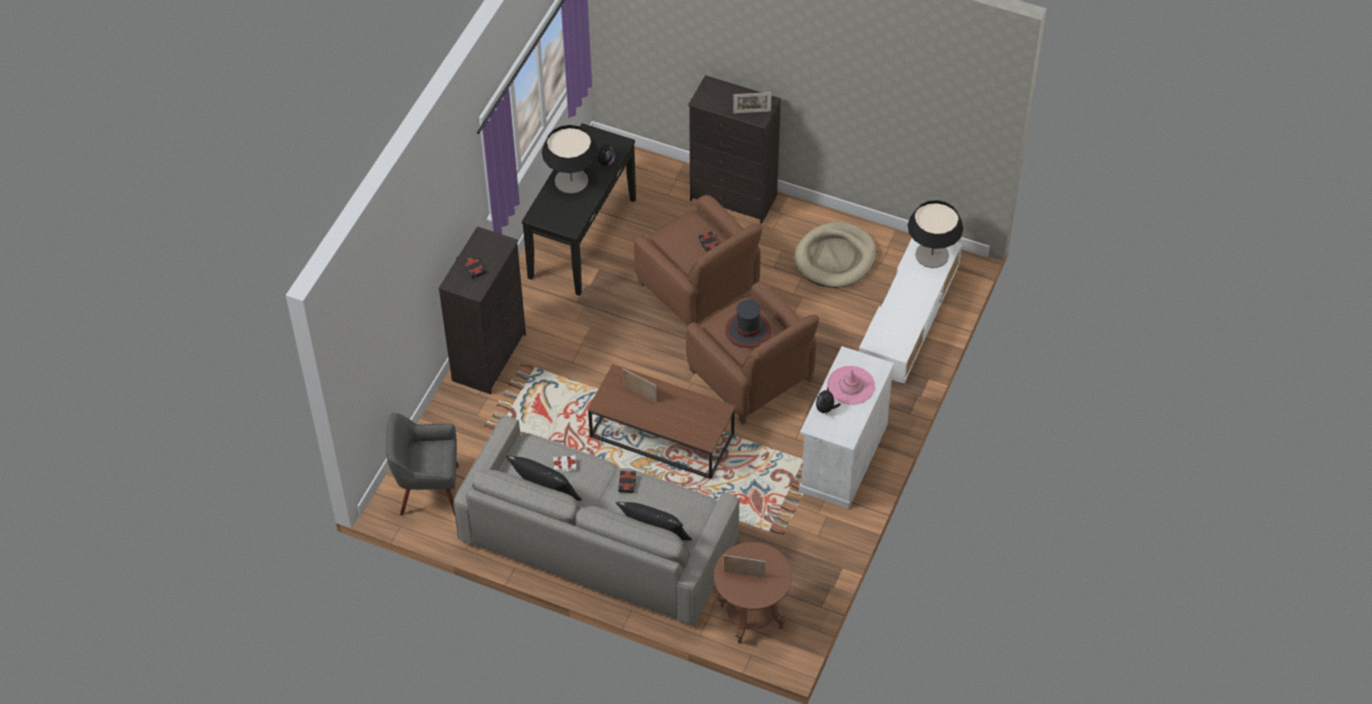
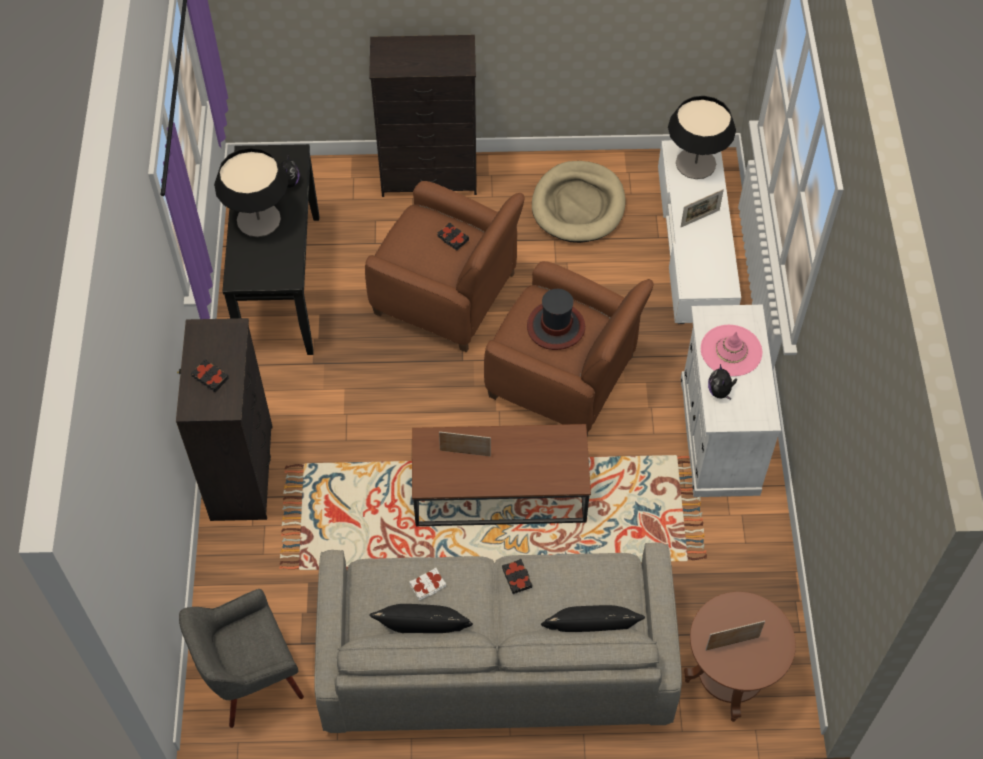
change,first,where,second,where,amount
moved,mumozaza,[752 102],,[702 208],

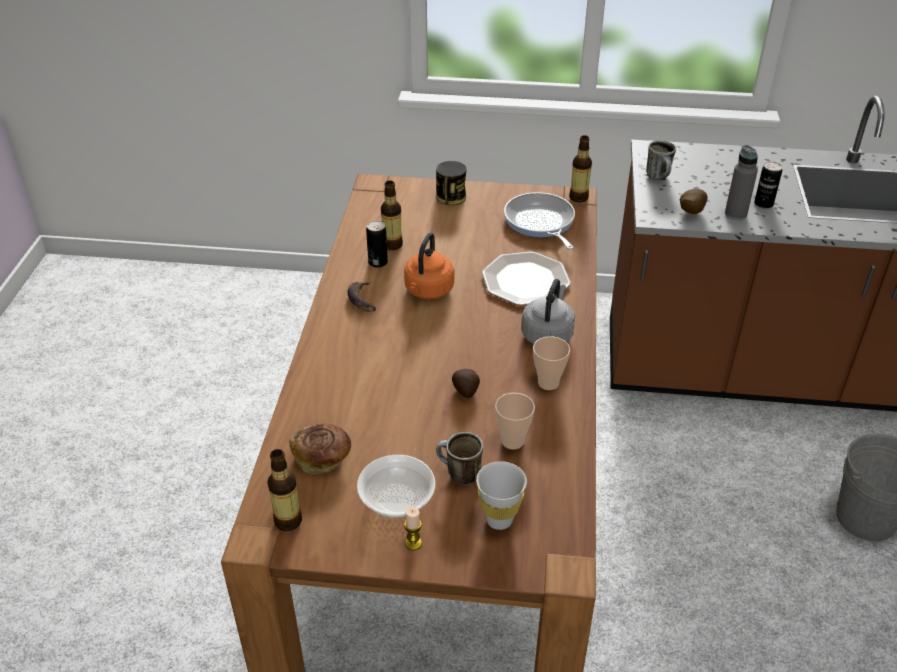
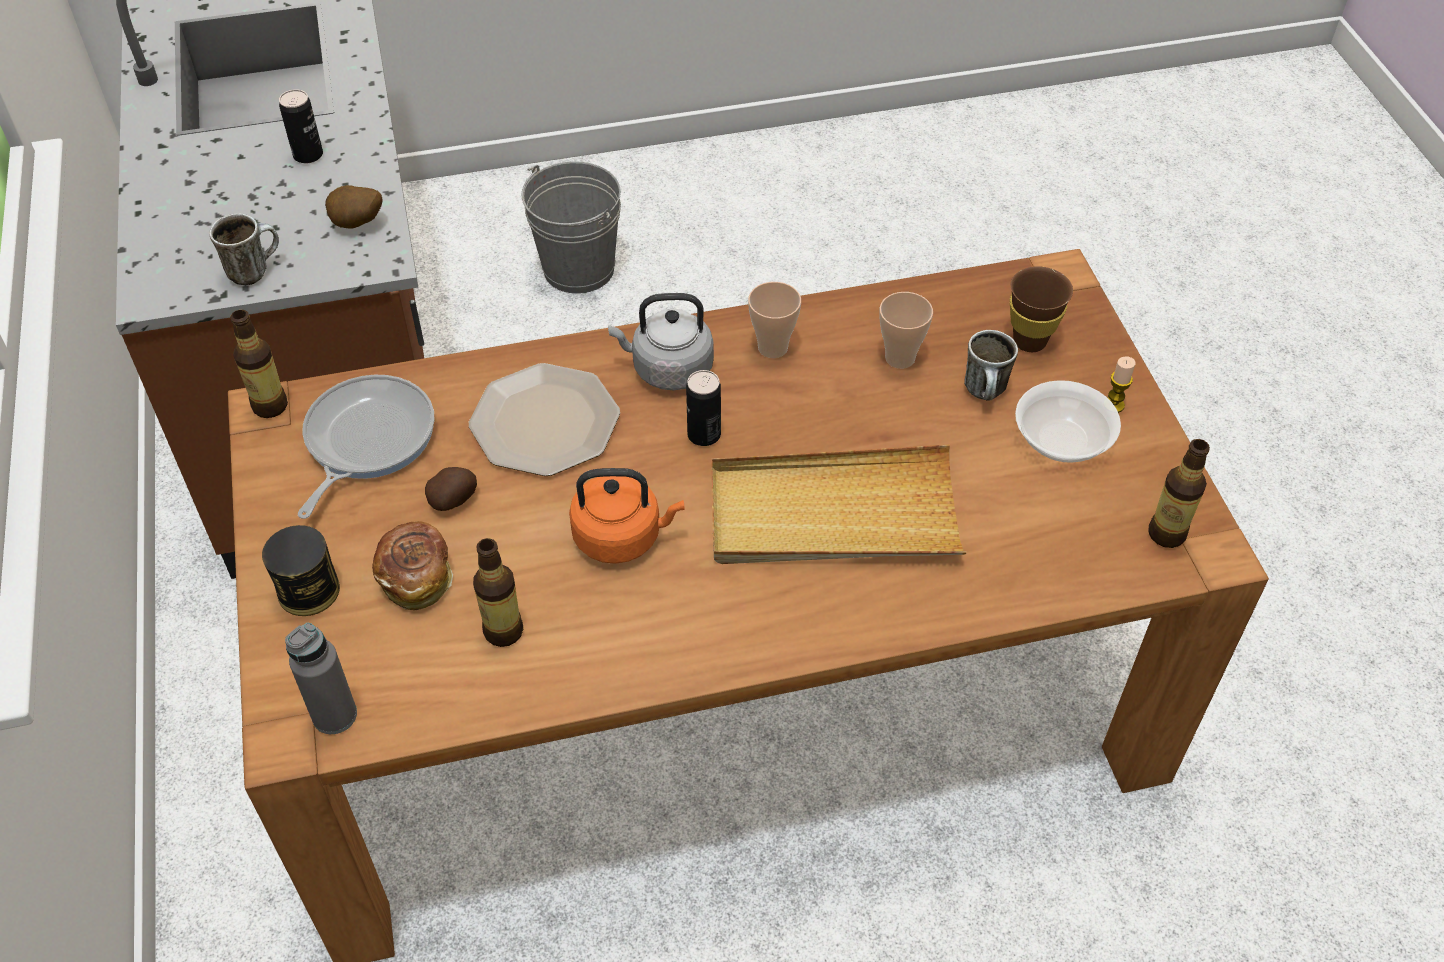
change,first,where,second,where,amount
moved,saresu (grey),[741 182],,[321 678],
turned,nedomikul,[539 221],,[366 447],150 degrees clockwise
moved,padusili,[320 448],,[412 565],
moved,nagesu,[466 383],,[451 489],
moved,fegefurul,[377 244],,[703 408],
added,,,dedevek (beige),[839 504],
recoloured,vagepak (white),[501 495],vagepak (brown),[1041 309],
removed,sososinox,[362 297],,,

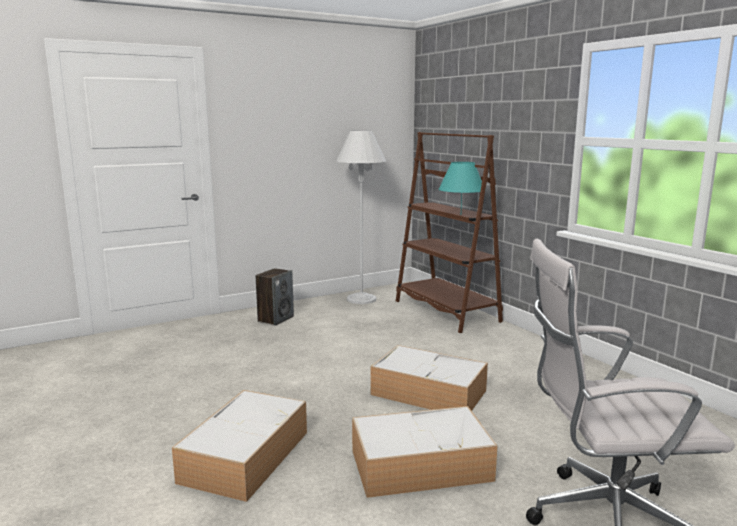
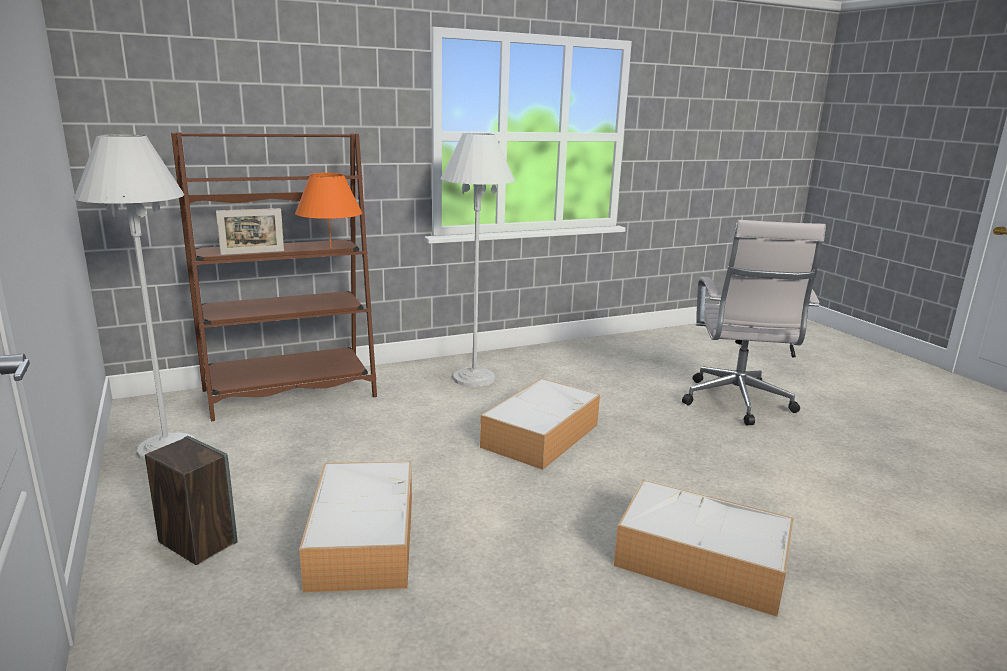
change,first,where,second,where,amount
added,,,mumozaza,[250 231],
recoloured,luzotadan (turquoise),[462 186],luzotadan (orange),[328 210],
moved,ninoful,[425 452],,[355 527],
added,,,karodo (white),[478 260],

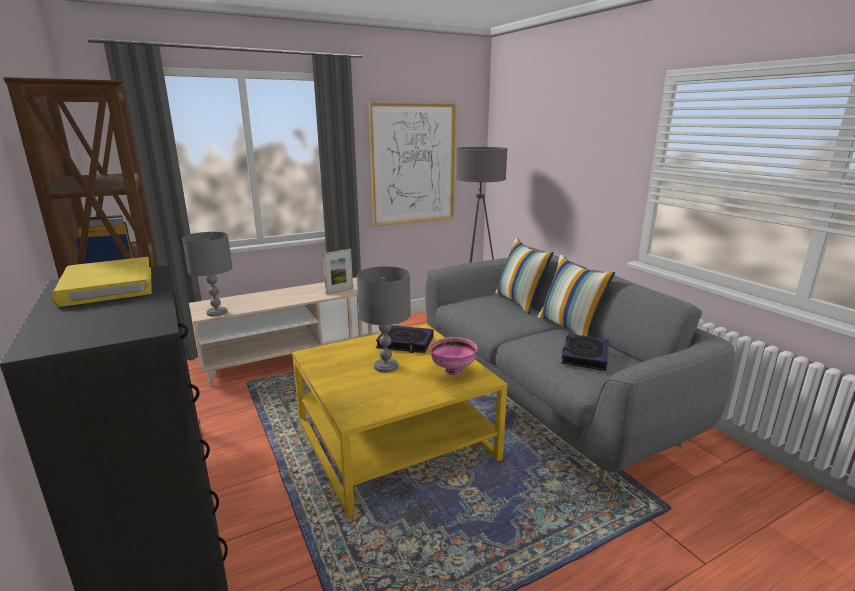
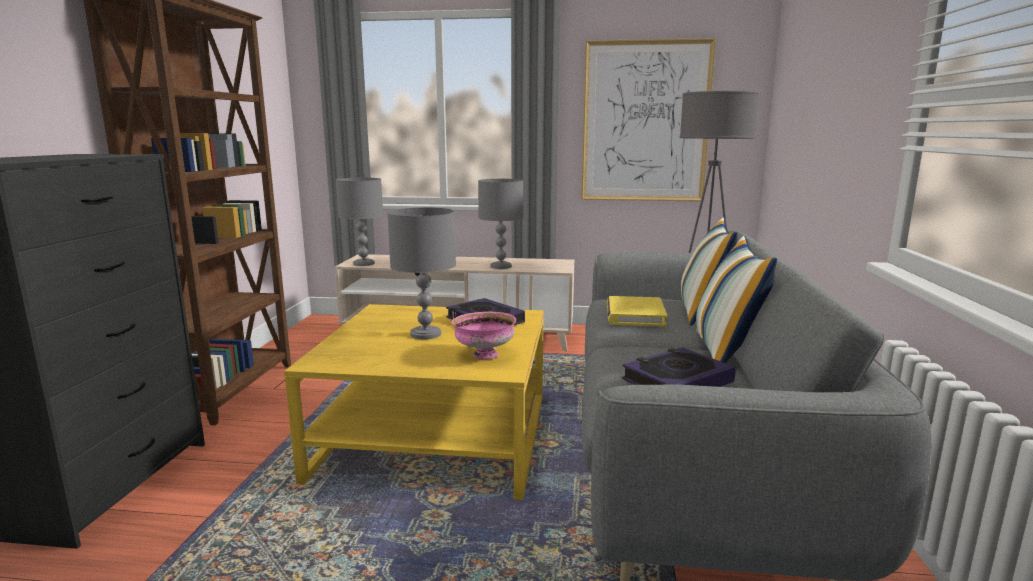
change,first,where,second,where,amount
replaced,mumozaza,[338 272],luzotadan (grey),[500 224],
moved,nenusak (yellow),[101 282],,[637 311],

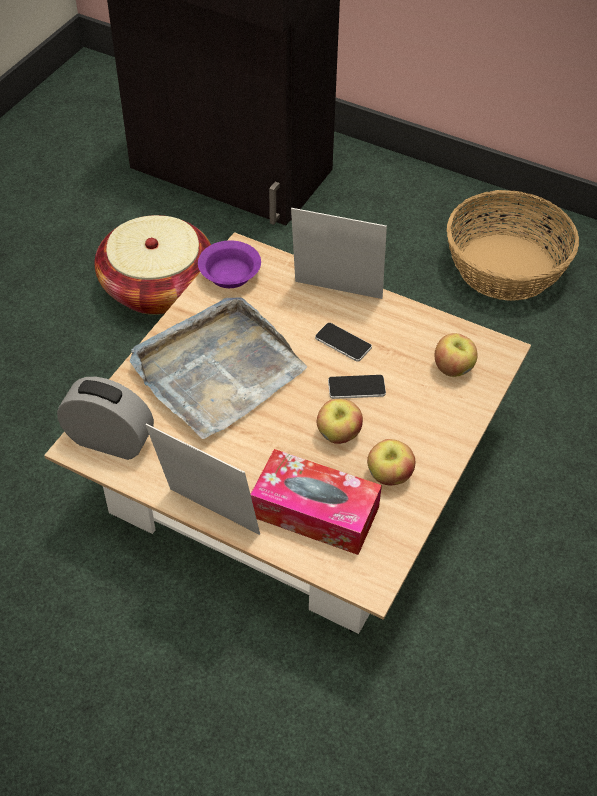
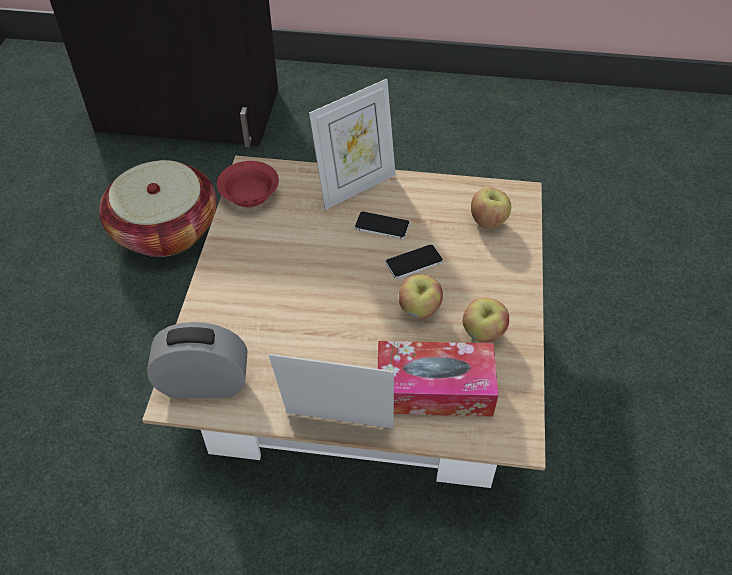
change,first,where,second,where,amount
recoloured,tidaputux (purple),[229 264],tidaputux (red),[248 184],
turned,mumozaza,[339 253],,[352 144],150 degrees clockwise
removed,dedevek (grey),[218 368],,,
removed,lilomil,[513 245],,,

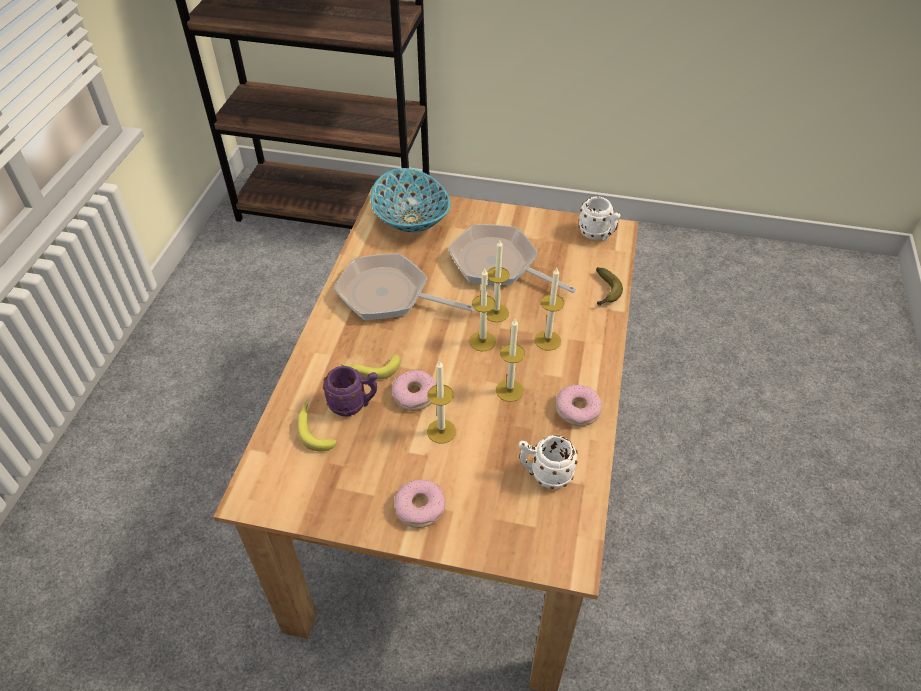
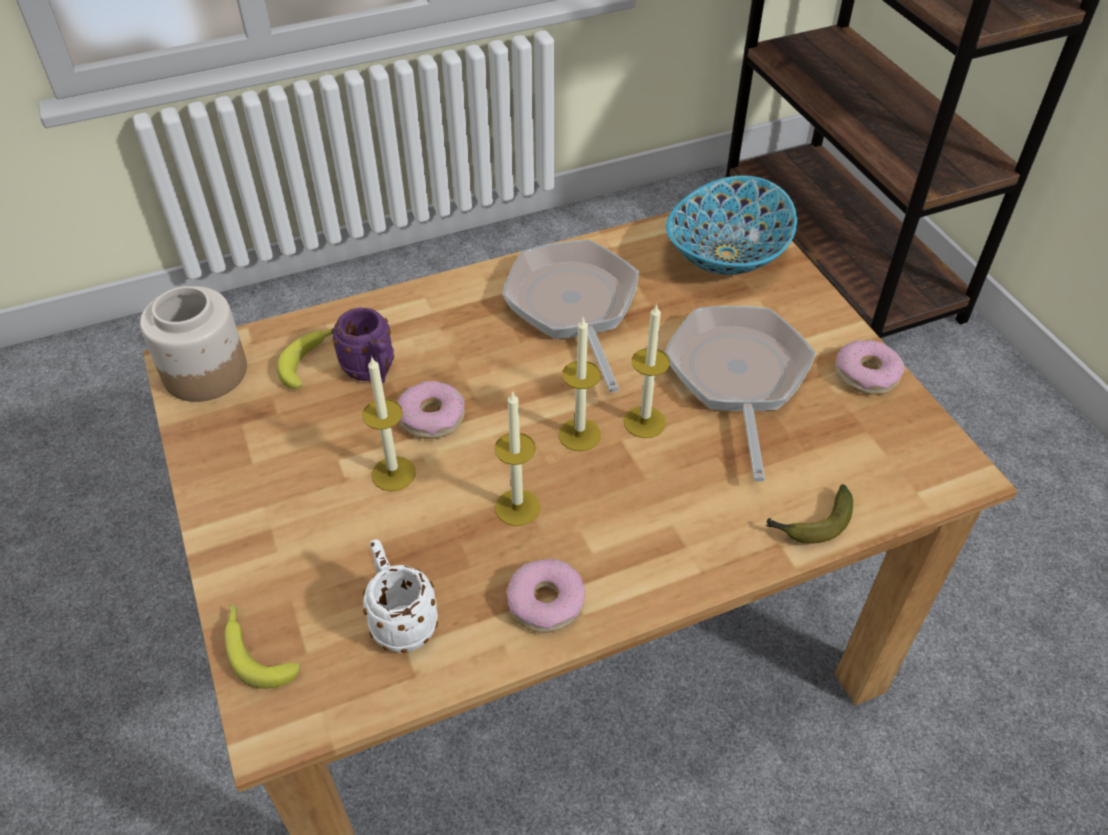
change,first,where,second,where,amount
added,,,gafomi,[193 344],
moved,sososinox,[370 366],,[262 646],
moved,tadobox,[419 504],,[869 367],
removed,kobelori,[549 309],,,
removed,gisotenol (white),[599 219],,,

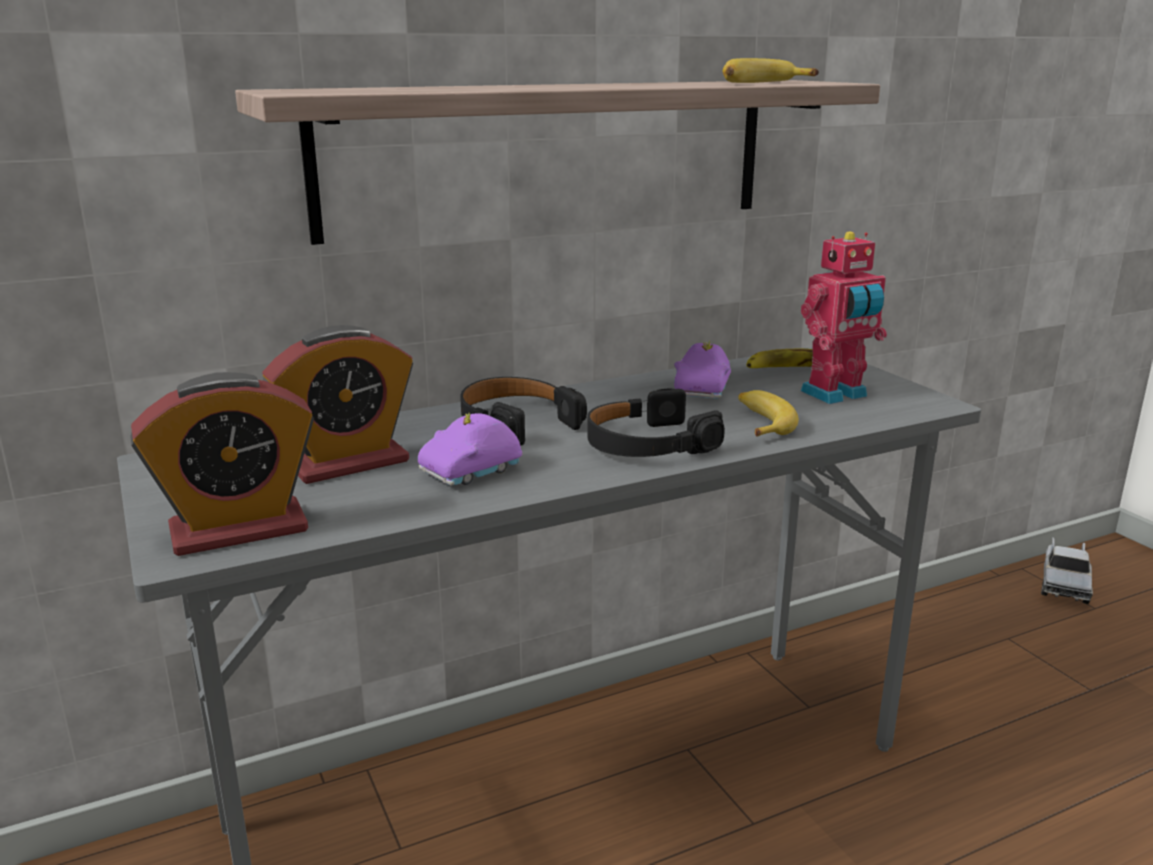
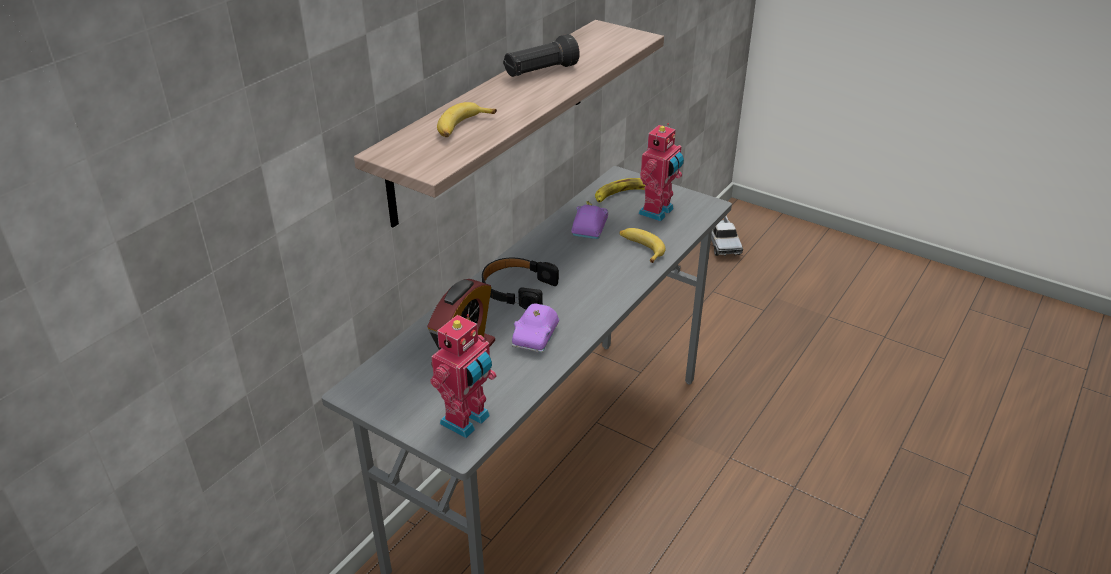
change,first,where,second,where,amount
replaced,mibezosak,[222 464],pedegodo,[463 376],
moved,sososinox,[771 70],,[467 119],
added,,,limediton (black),[541 55],
turned,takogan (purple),[702 369],,[589 220],150 degrees counterclockwise
removed,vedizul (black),[656 422],,,

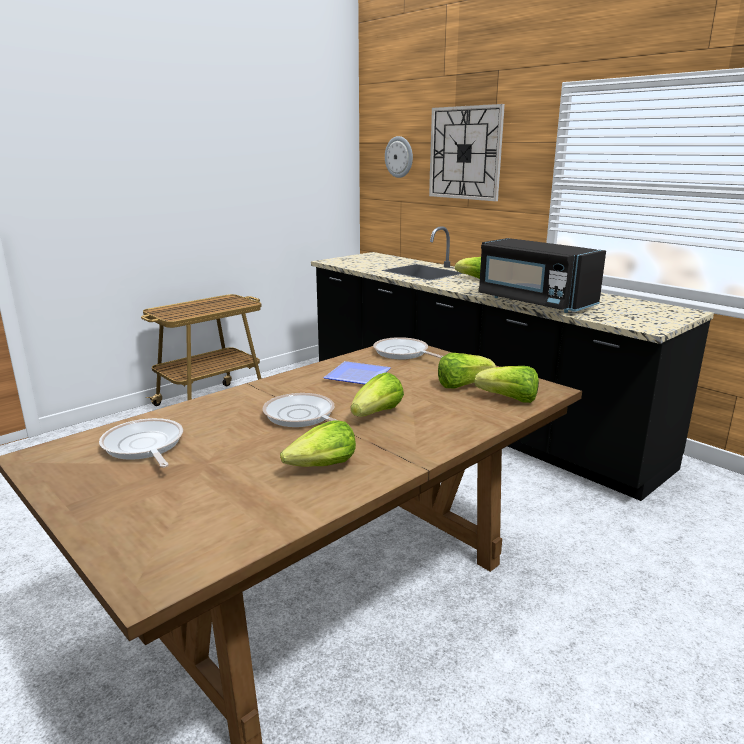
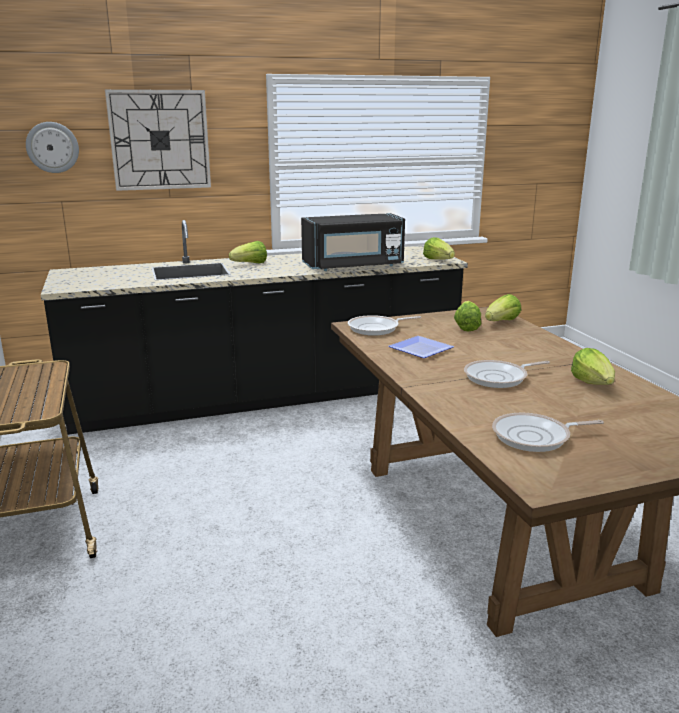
change,first,where,second,where,amount
moved,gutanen,[377 395],,[439 248],

